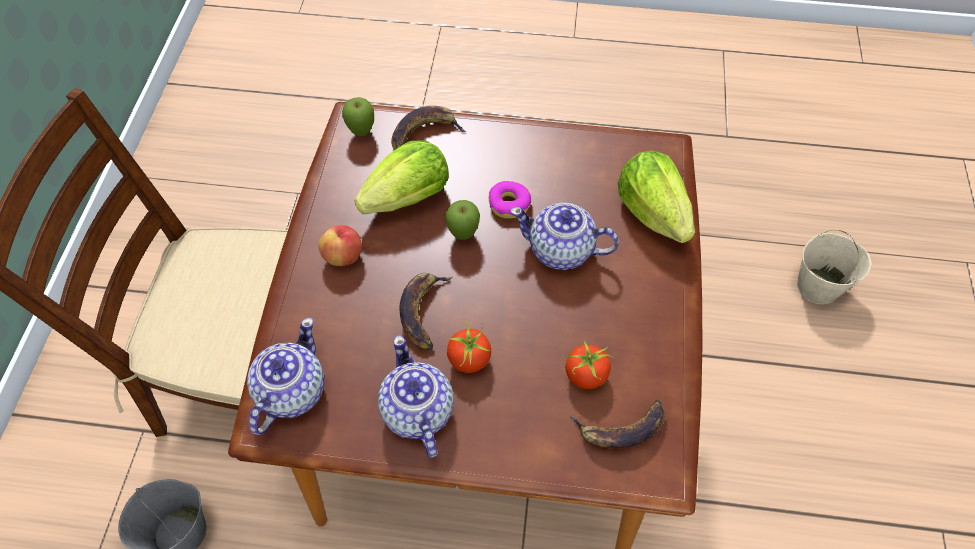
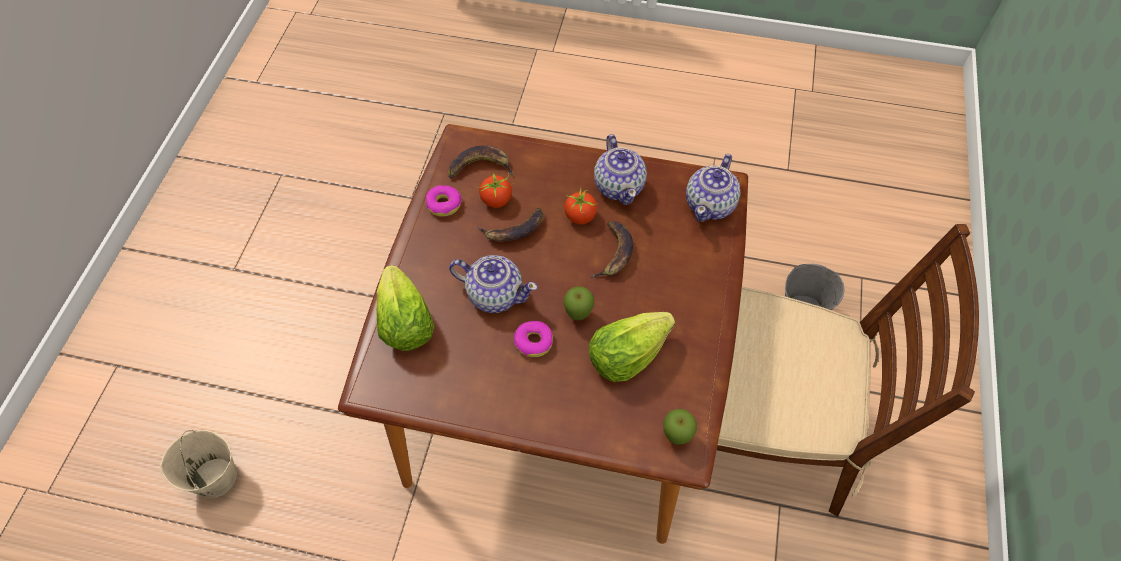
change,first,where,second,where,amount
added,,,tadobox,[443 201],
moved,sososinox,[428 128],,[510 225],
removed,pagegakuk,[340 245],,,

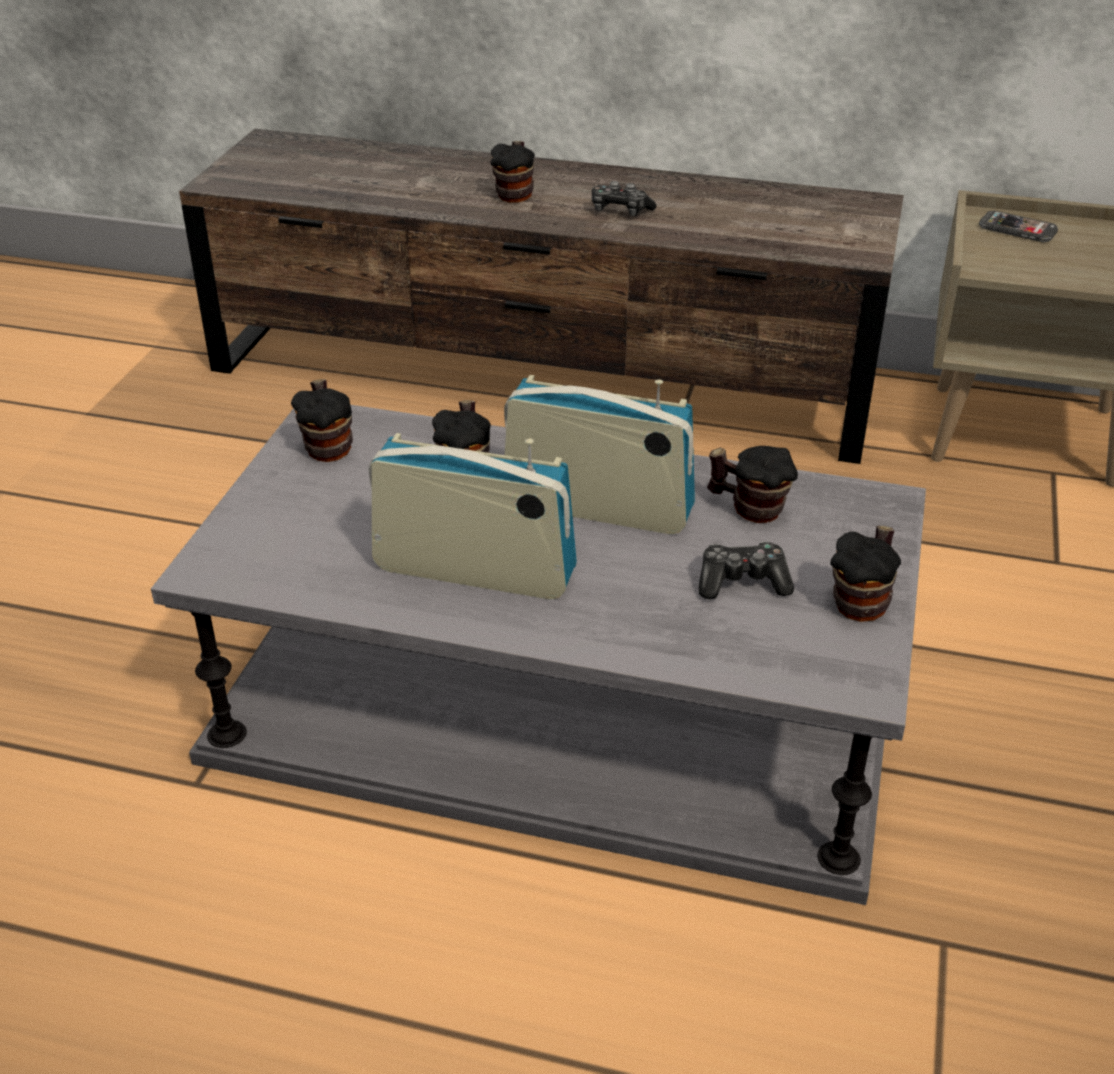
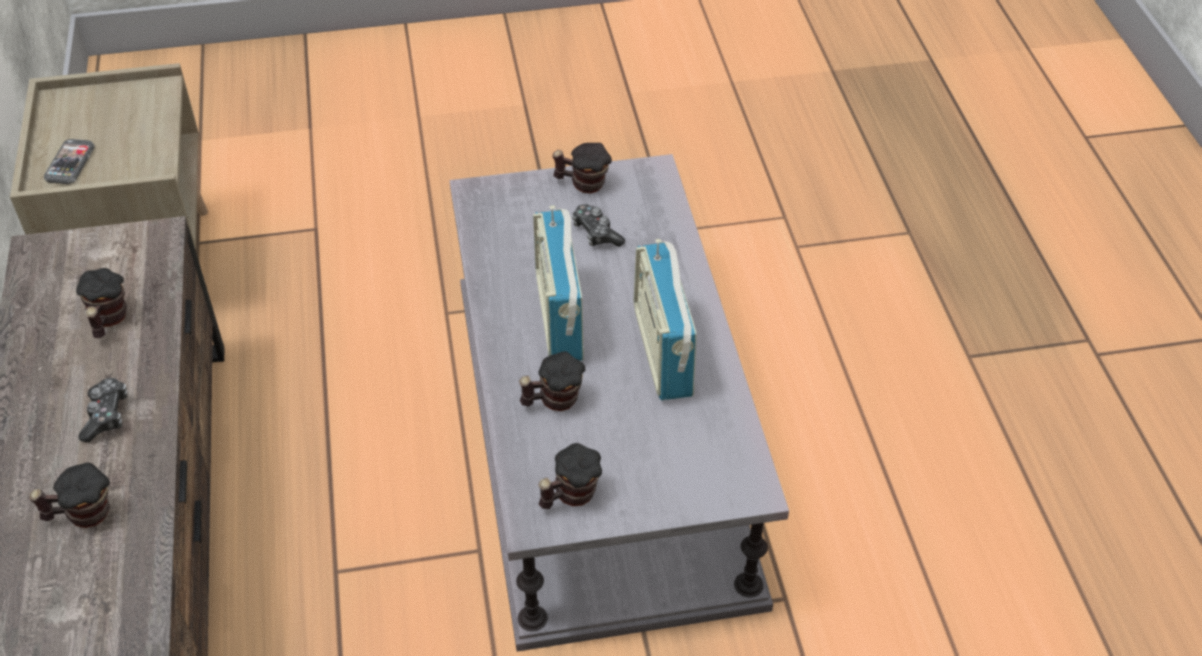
change,first,where,second,where,amount
moved,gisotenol,[752 484],,[101 303],

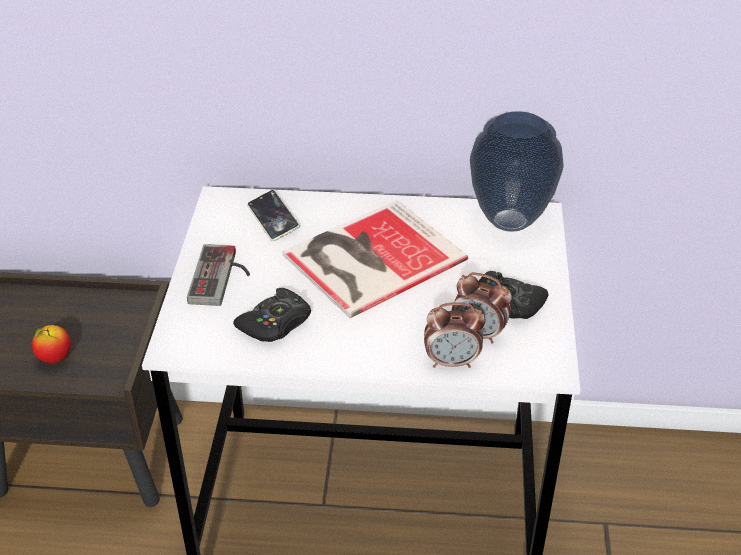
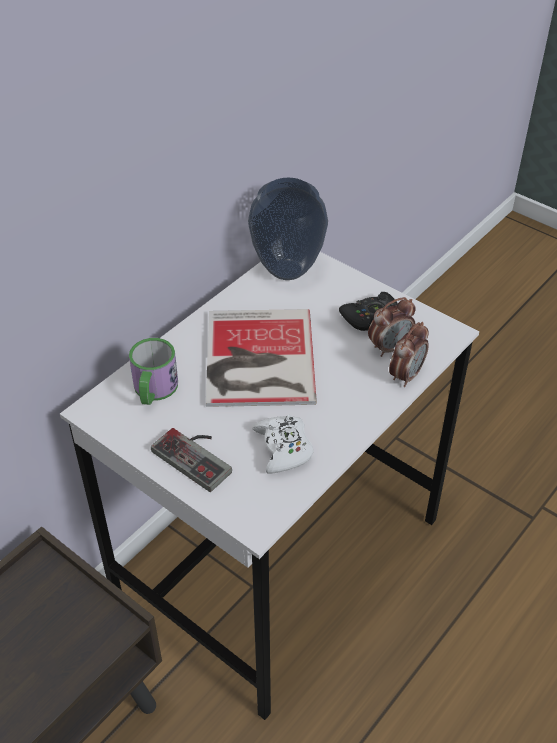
change,first,where,second,where,amount
replaced,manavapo,[273 215],gisotenol,[153 371],
recoloured,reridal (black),[272 315],reridal (white),[283 444],
removed,pagegakuk,[51 344],,,

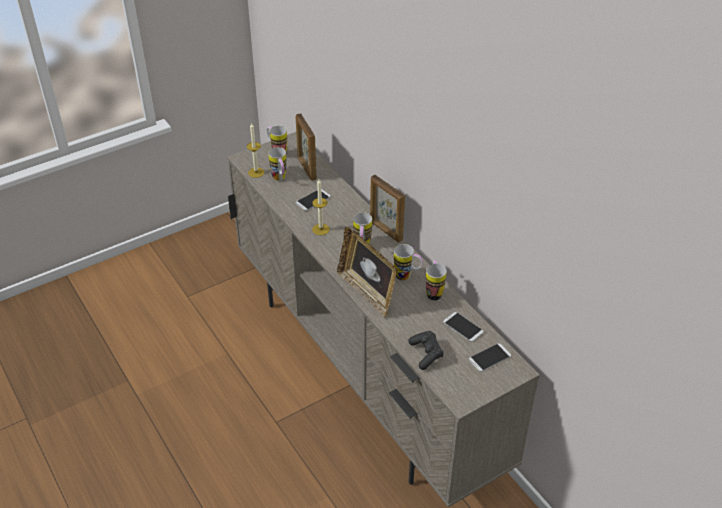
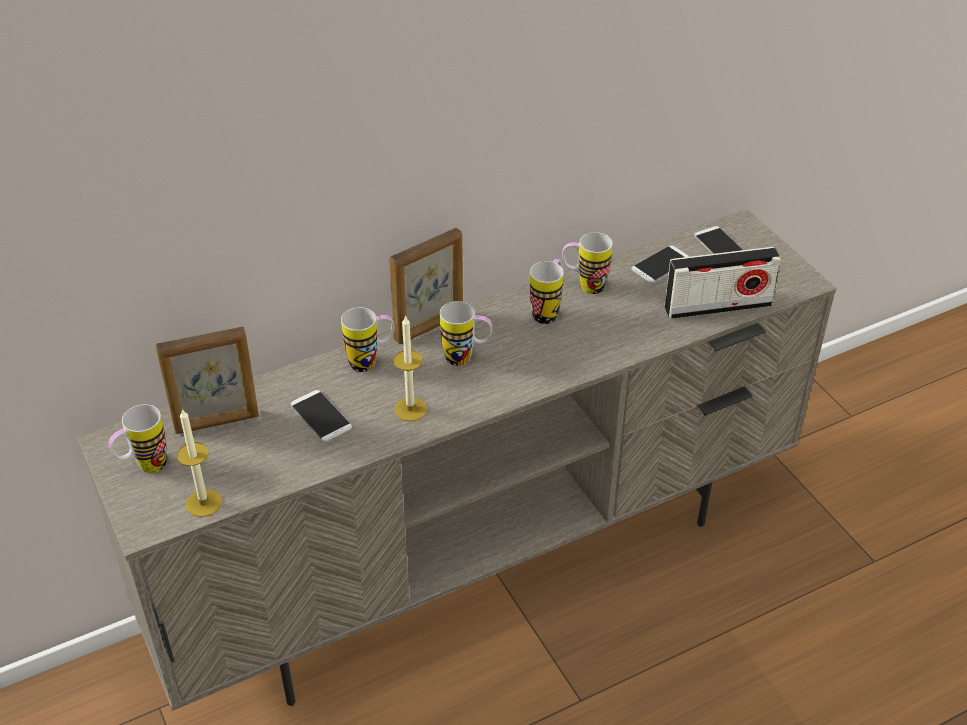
change,first,where,second,where,amount
moved,gisotenol,[277 164],,[367 339],
replaced,reridal (black),[426 350],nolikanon,[722 283],
removed,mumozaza,[367 272],,,

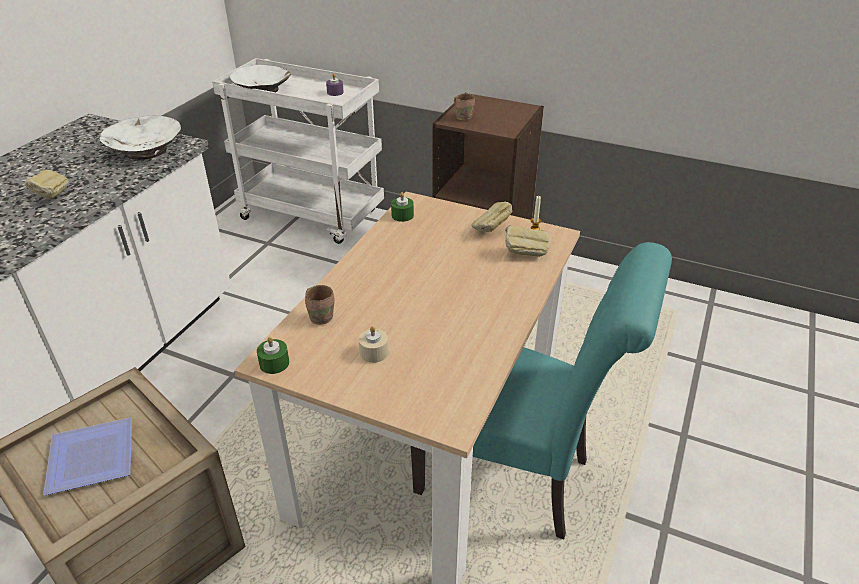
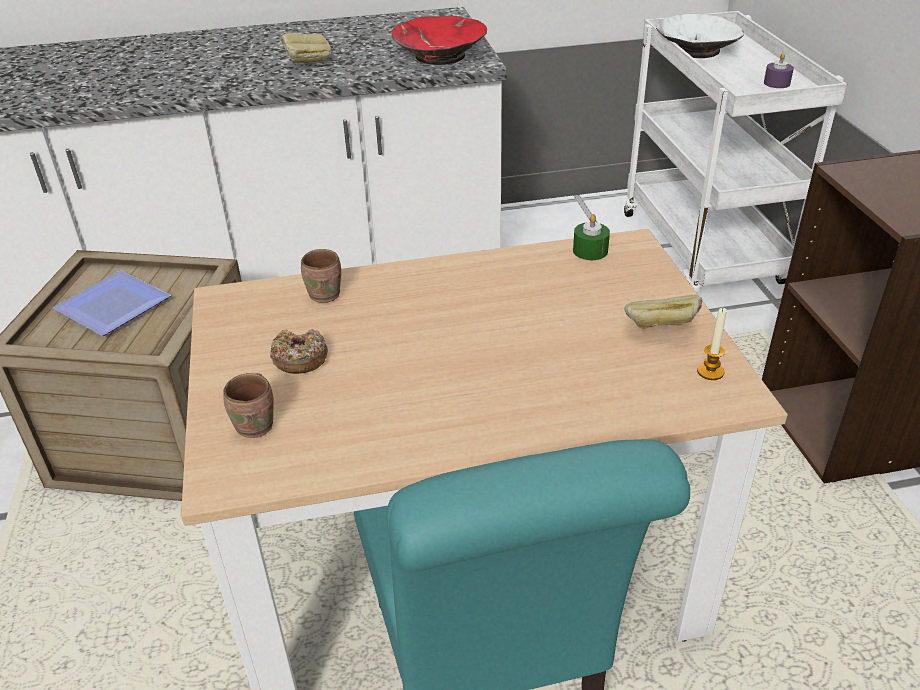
change,first,where,second,where,amount
moved,gisotenol (brown),[464 106],,[248 405],
replaced,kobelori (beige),[374 344],tadobox,[299 351],
recoloured,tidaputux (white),[140 137],tidaputux (red),[439 40],
removed,kobelori (green),[273 355],,,
removed,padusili,[527 241],,,

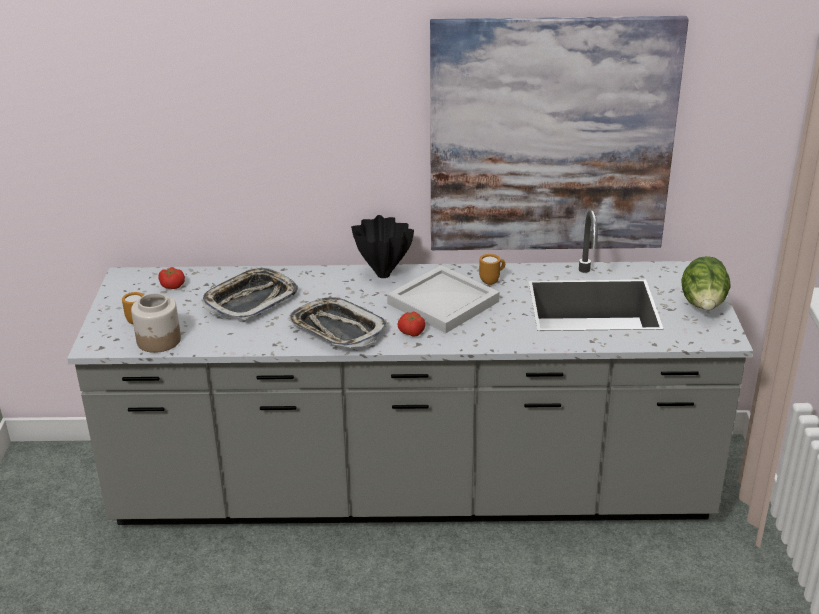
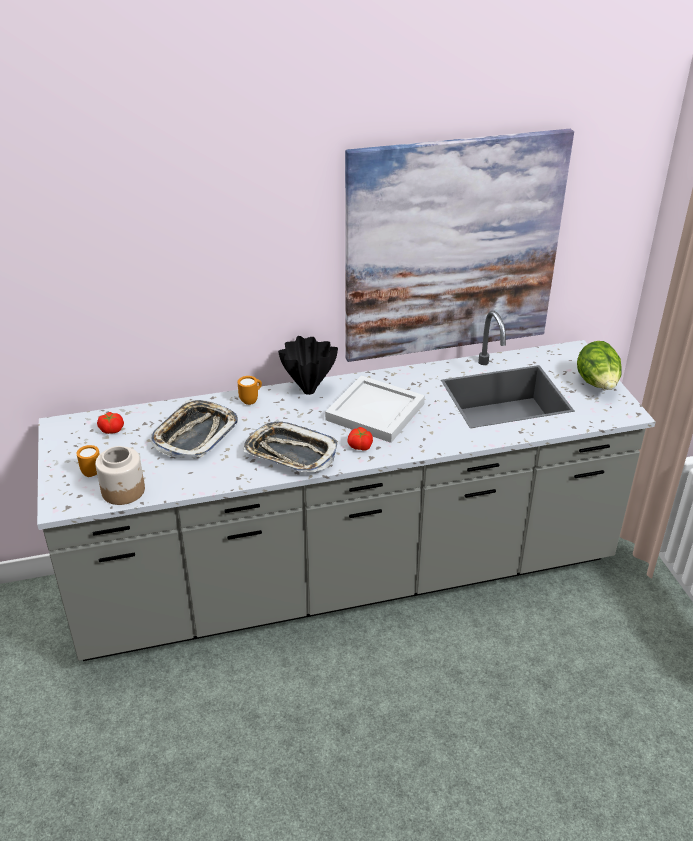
change,first,where,second,where,amount
moved,gisotenol (orange),[492 269],,[250 390],

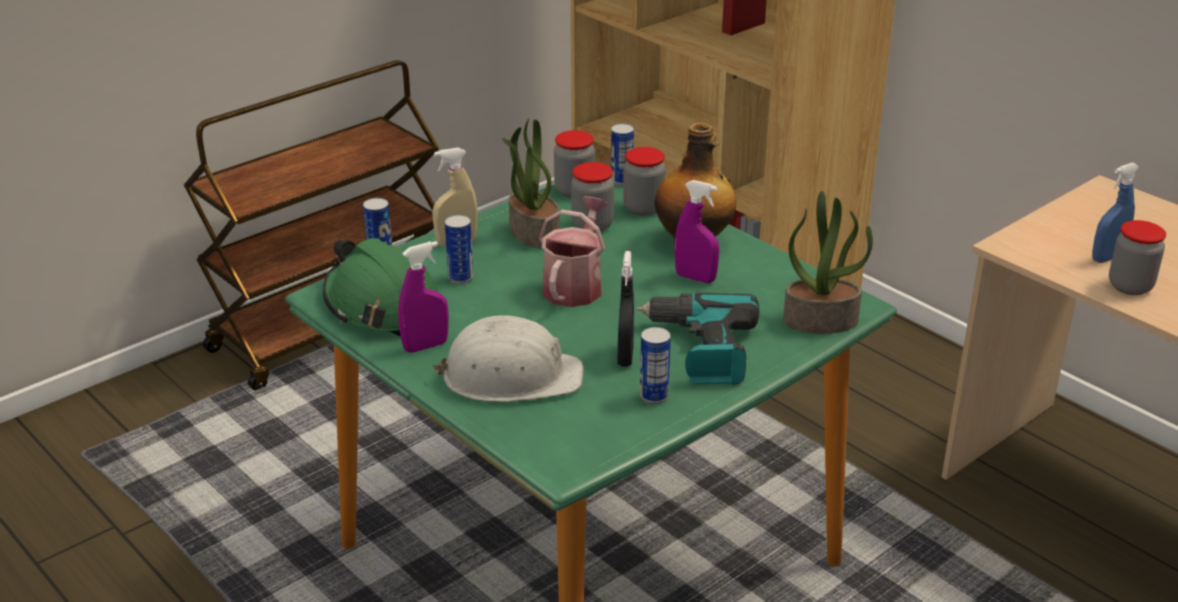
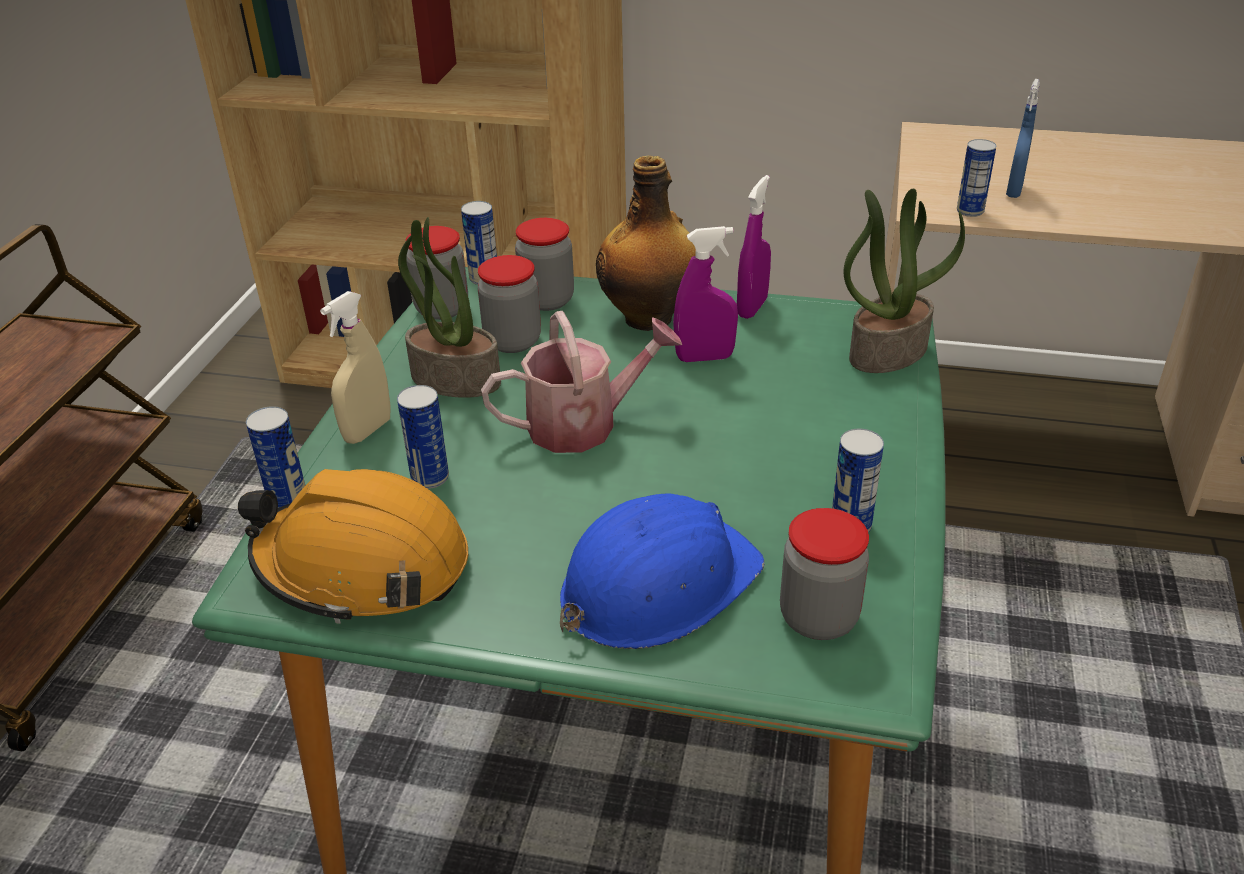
change,first,where,second,where,amount
recoloured,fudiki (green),[380 287],fudiki (orange),[353 546],
turned,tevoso,[573 252],,[581 382],90 degrees clockwise
recoloured,fudiki (white),[508 358],fudiki (blue),[662 571],
moved,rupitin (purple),[423 297],,[754 247],
moved,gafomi,[1137 257],,[824 574],
added,,,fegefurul,[976 178],
removed,rupitin (black),[625 309],,,
removed,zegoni,[697 339],,,

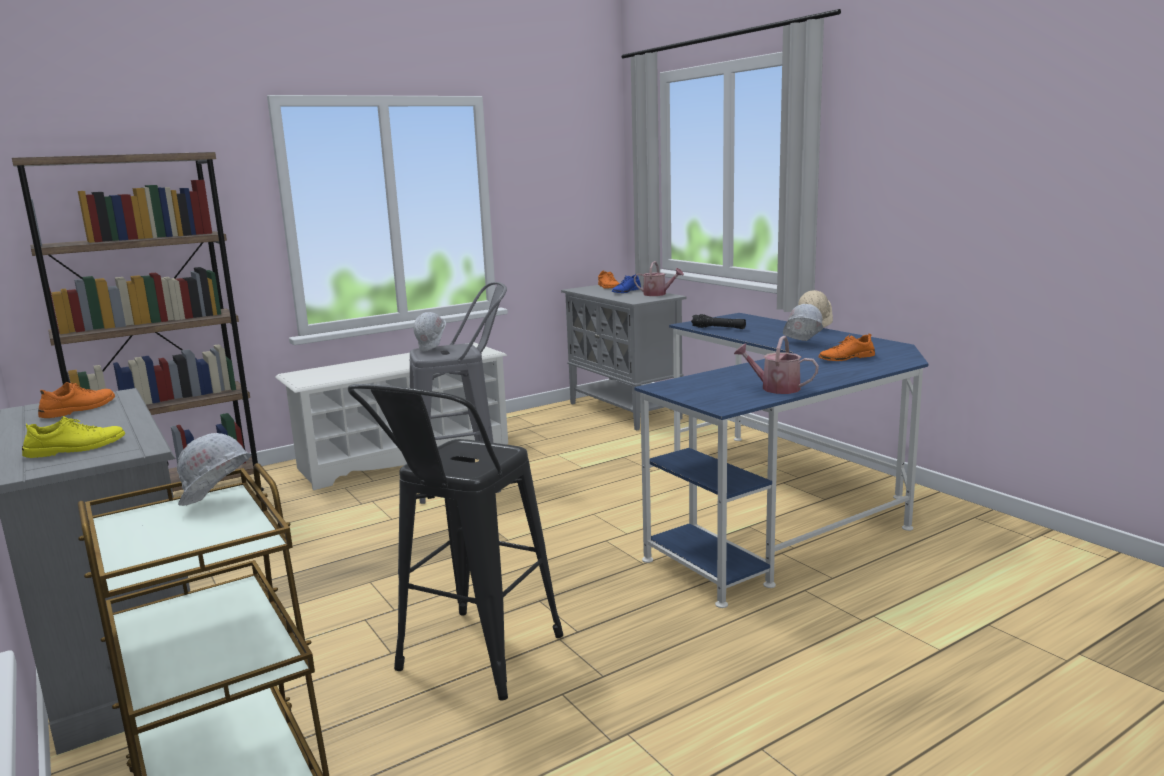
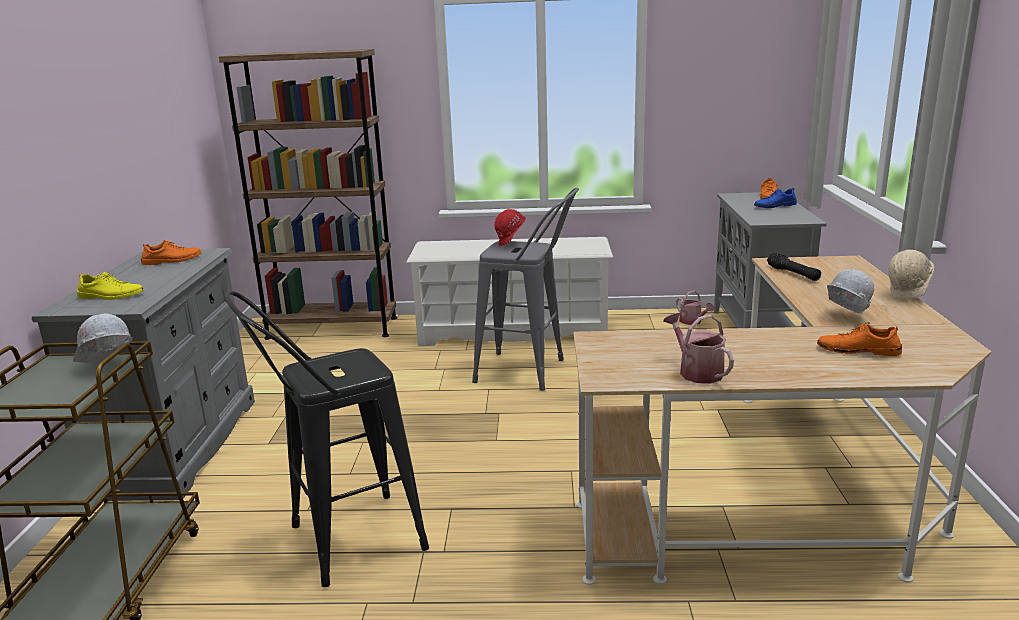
change,first,where,second,where,amount
recoloured,fudiki (white),[429 332],fudiki (red),[510 227],
recoloured,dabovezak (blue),[781 460],dabovezak (beige),[782 420],
moved,tevoso,[659 278],,[695 307],

